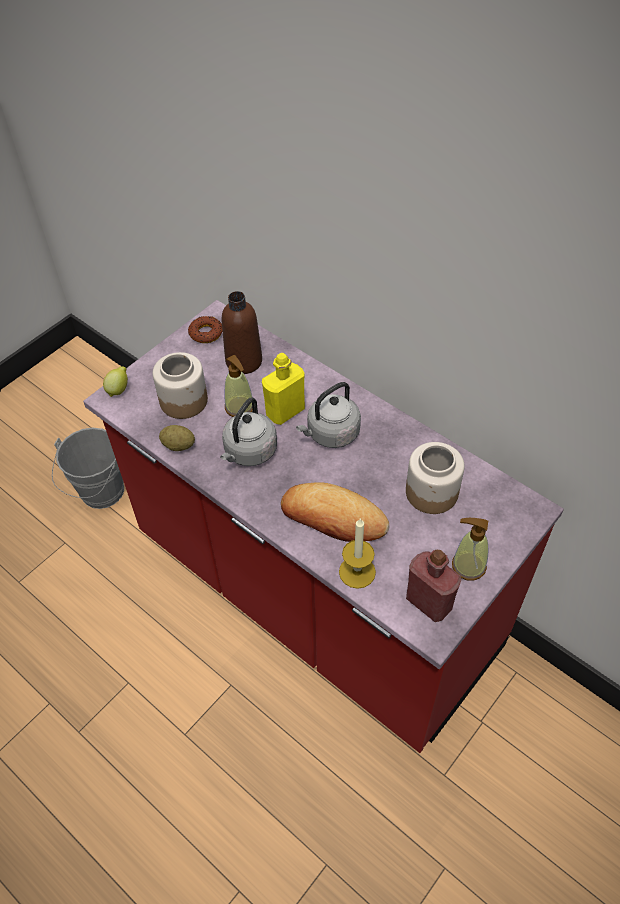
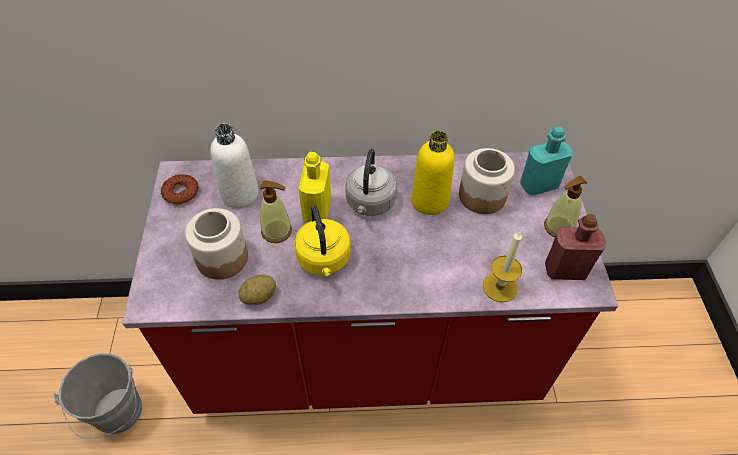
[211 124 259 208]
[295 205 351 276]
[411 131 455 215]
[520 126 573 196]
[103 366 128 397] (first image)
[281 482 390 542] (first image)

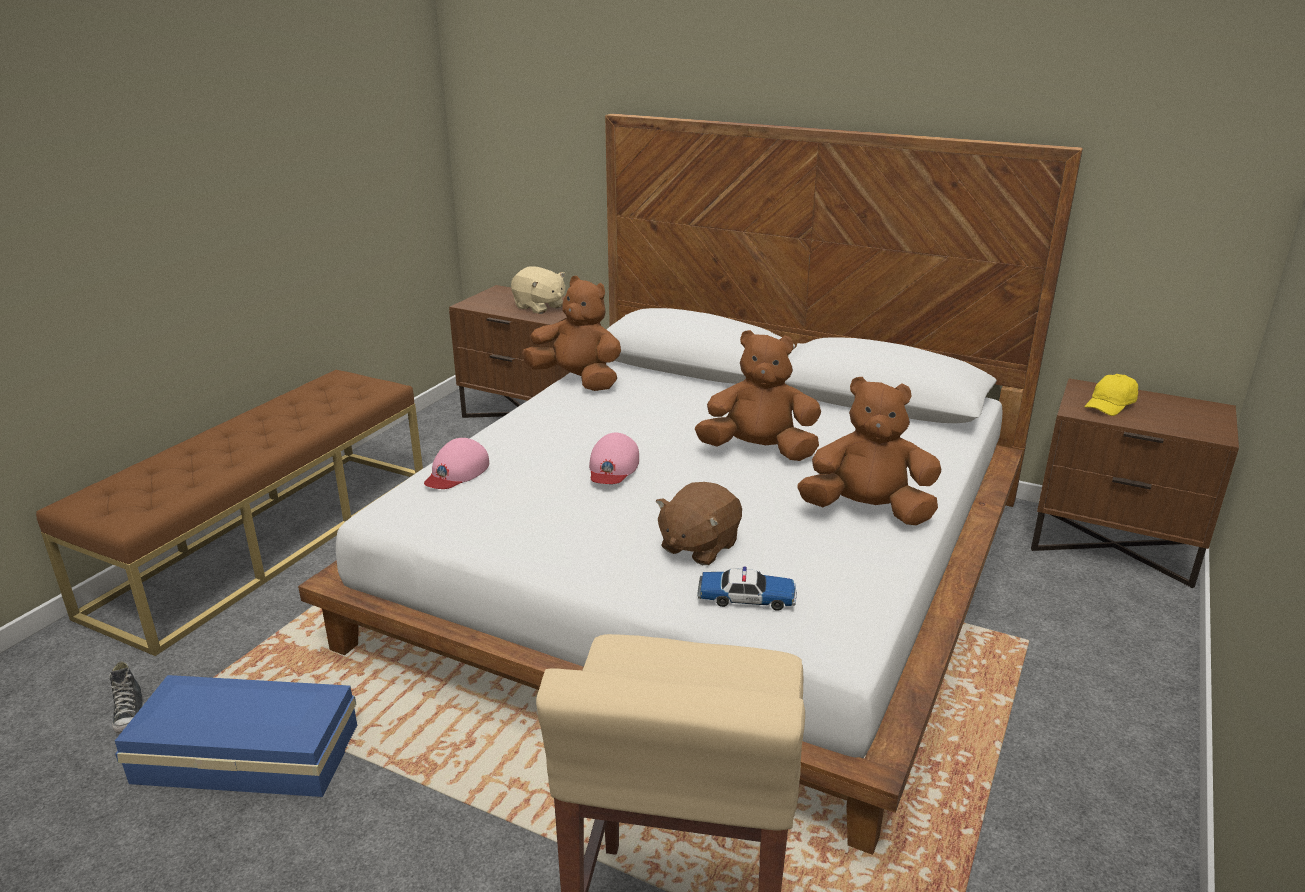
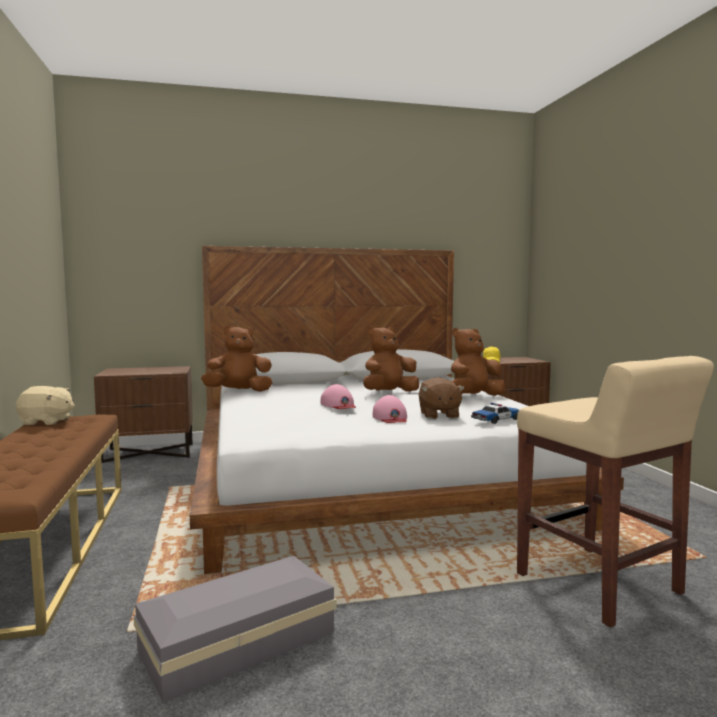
[16 386 75 425]
[133 556 336 703]
[373 395 407 423]
[109 661 144 734] (first image)

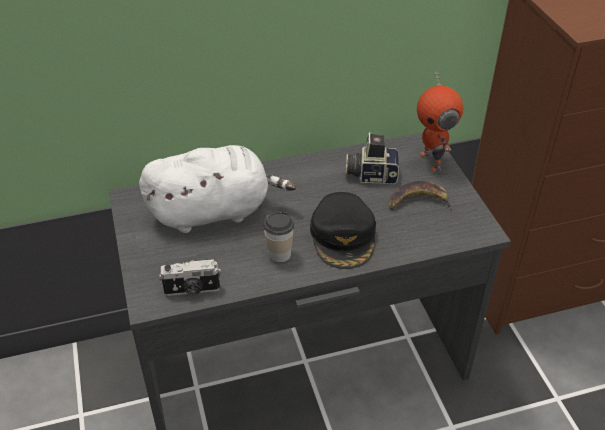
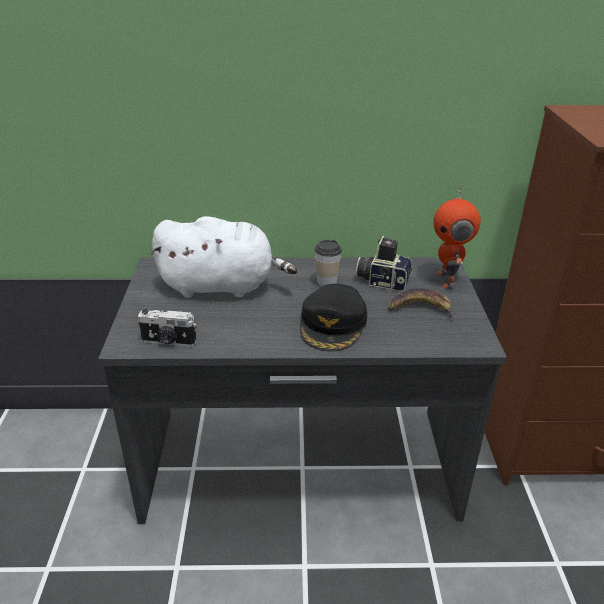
[315 240 342 286]

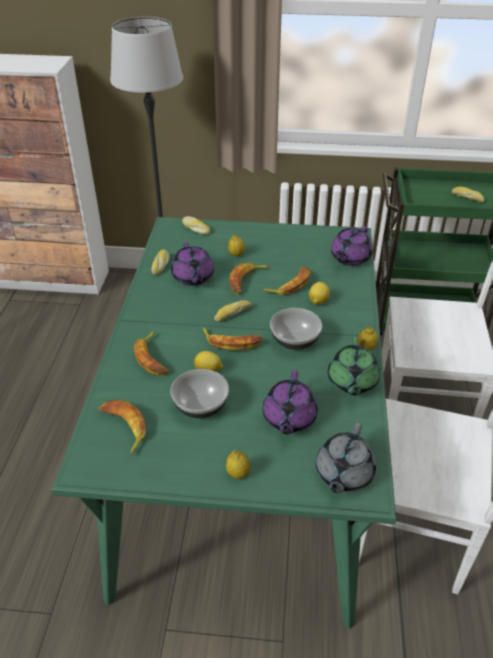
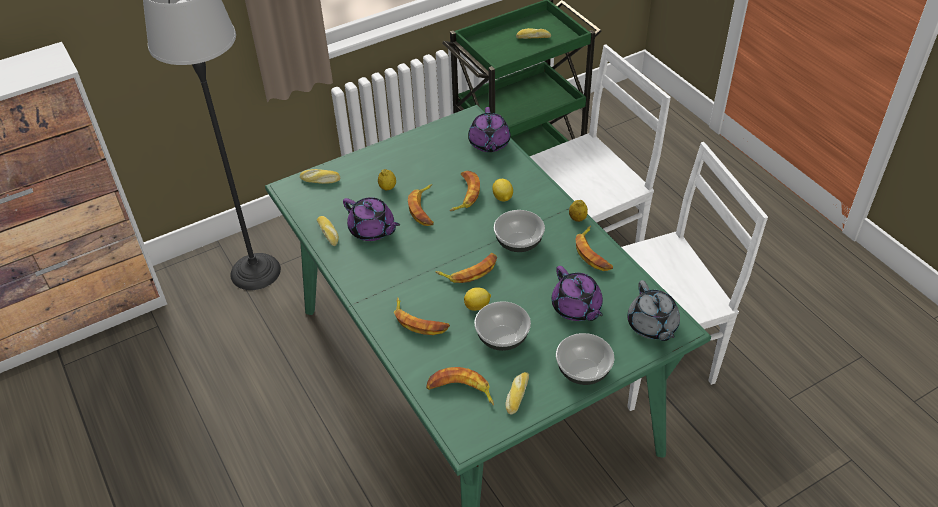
[505 372 529 414]
[556 333 614 385]
[575 226 613 271]

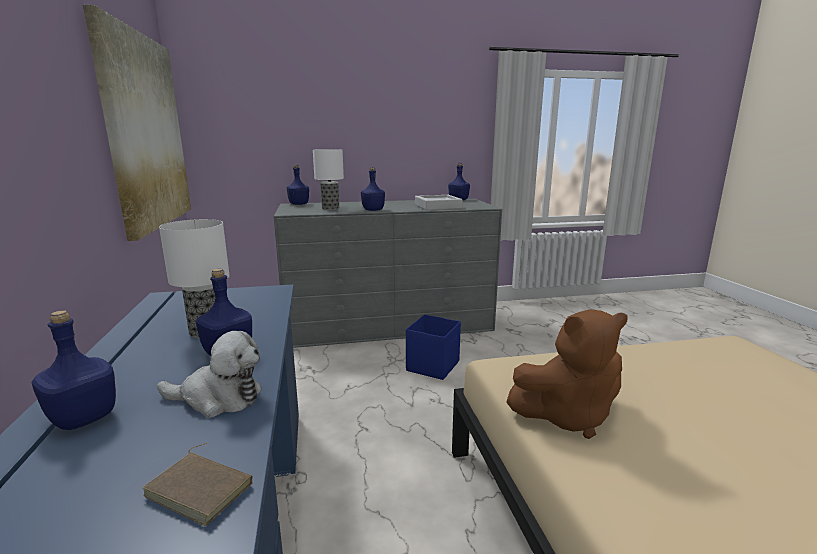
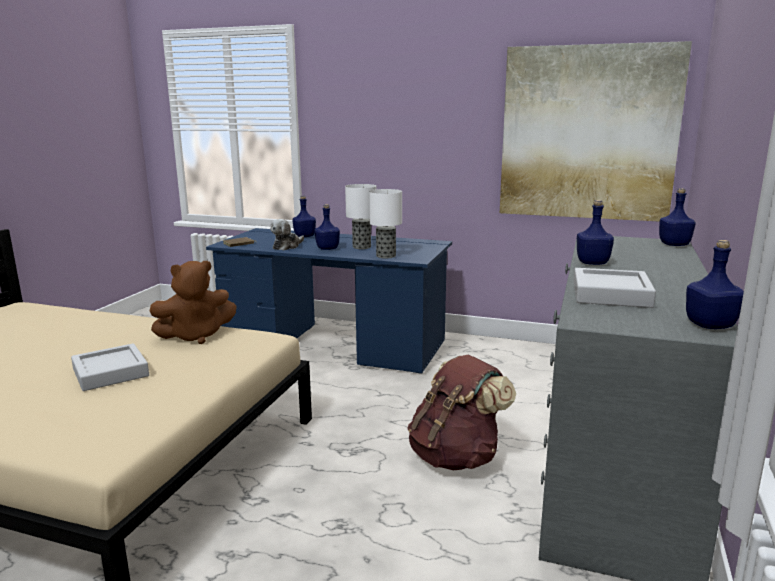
[71 343 149 391]
[150 261 237 344]
[369 189 402 258]
[407 355 516 470]

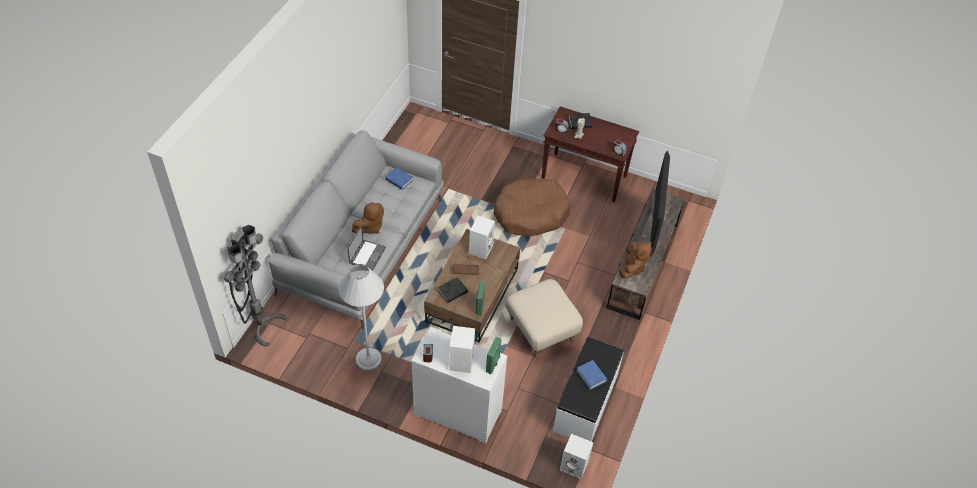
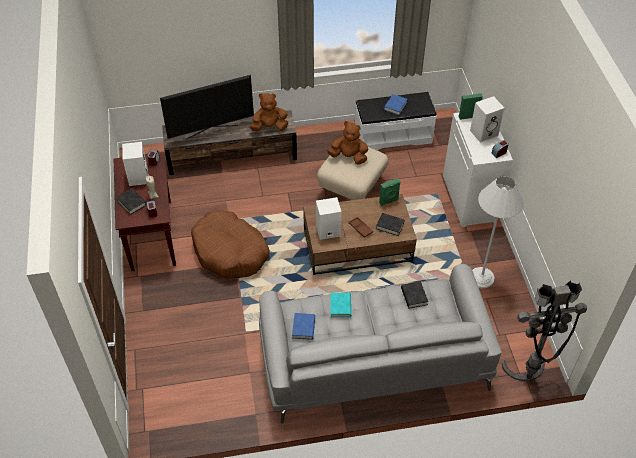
[122 142 148 186]
[327 121 368 164]
[330 293 351 318]
[401 281 428 308]

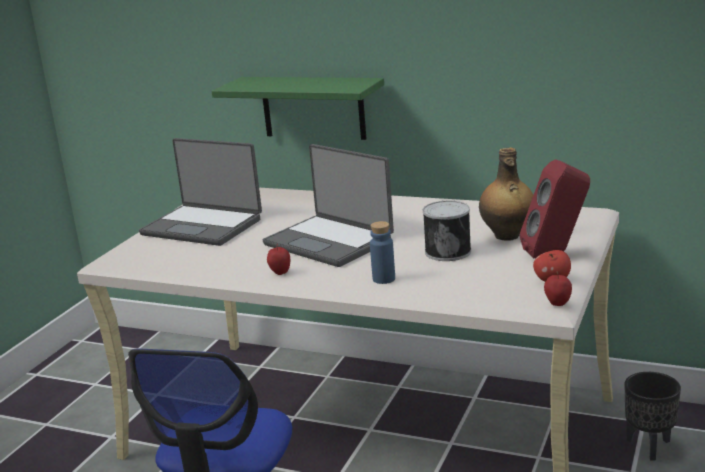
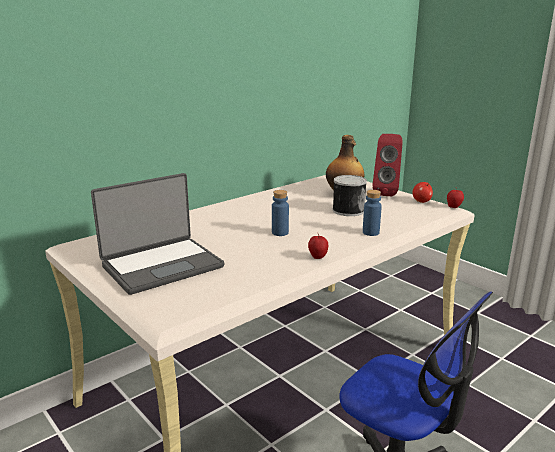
[272 190 289 236]
[212 77 384 140] (first image)
[625 372 681 461] (first image)

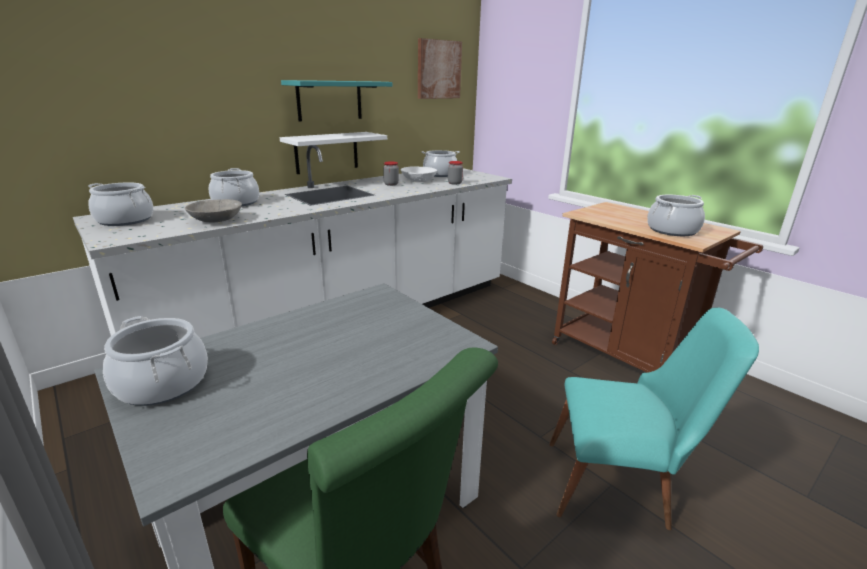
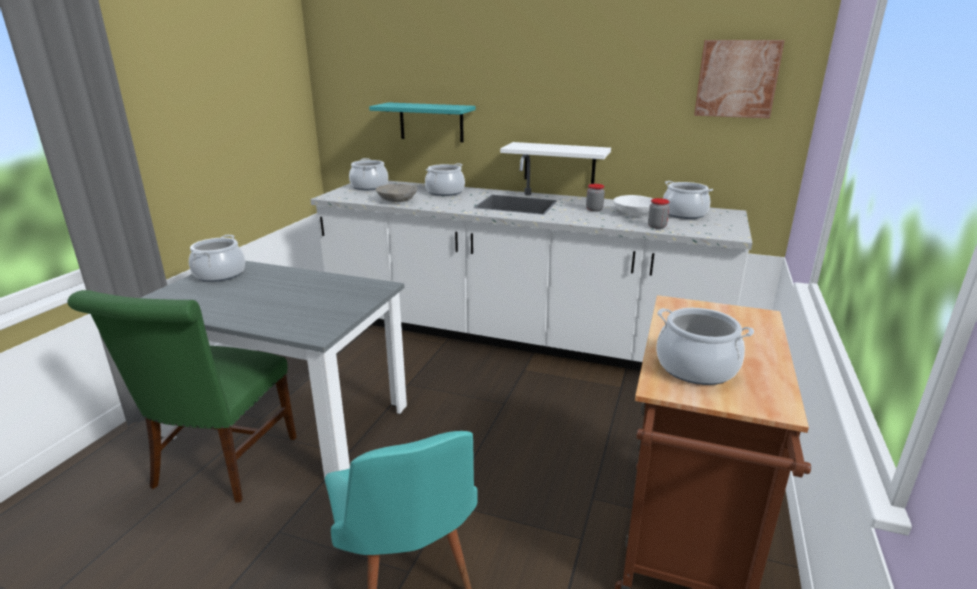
[369 102 476 142]

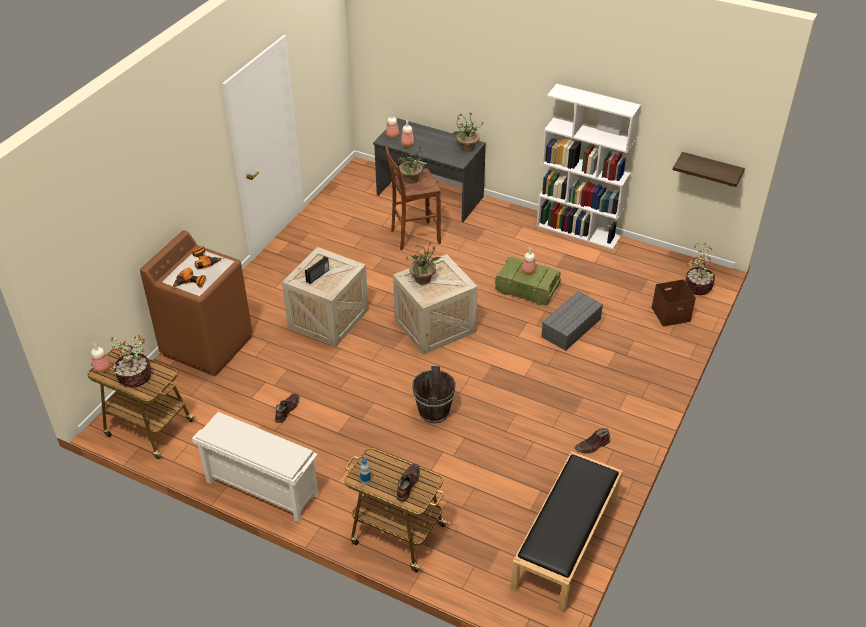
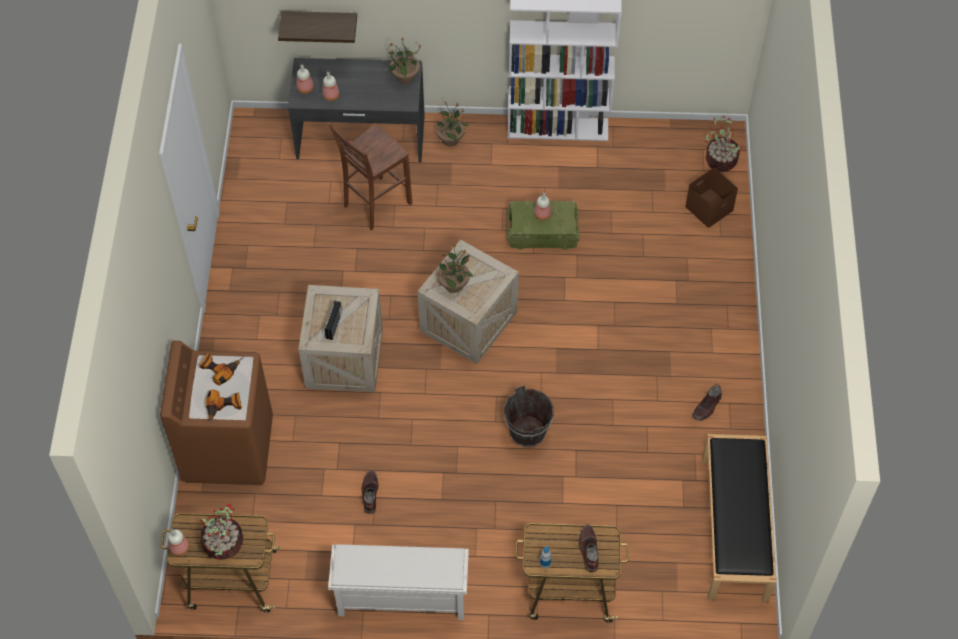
[278 11 357 43]
[436 101 469 146]
[541 291 603 351] (first image)

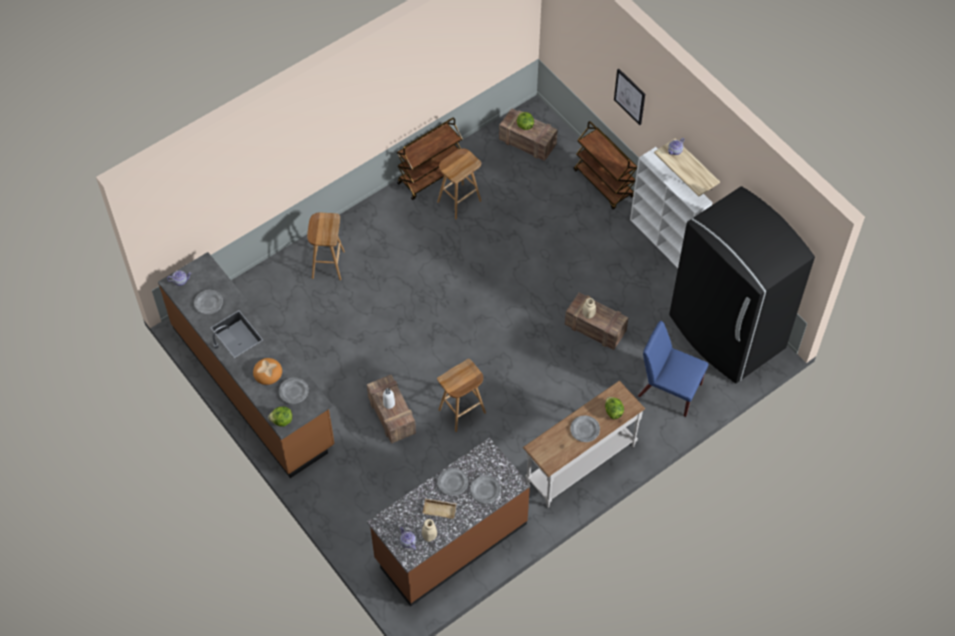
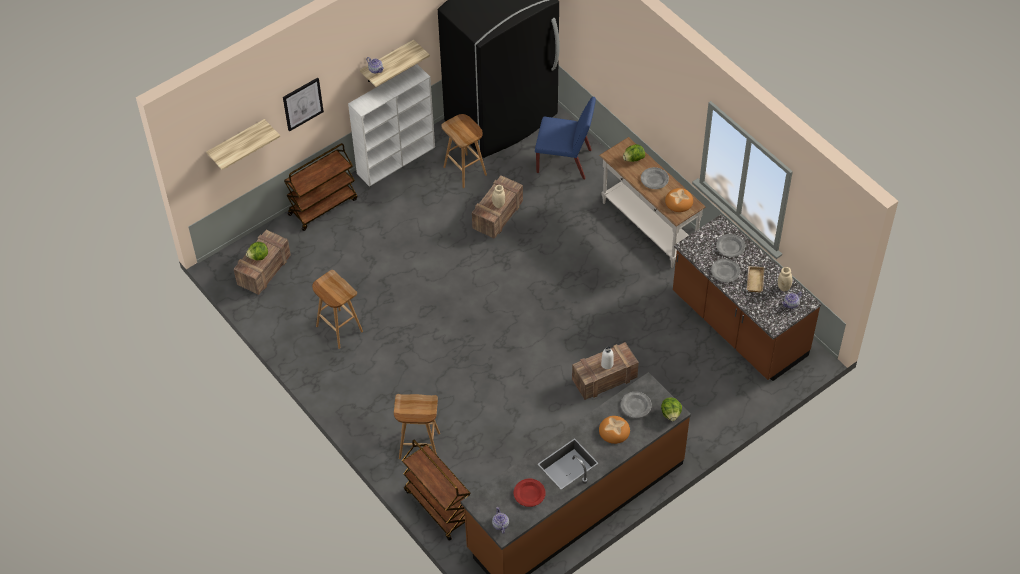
[206 119 280 170]
[402 440 471 541]
[441 114 487 188]
[514 479 546 507]
[535 97 596 179]
[665 188 693 212]

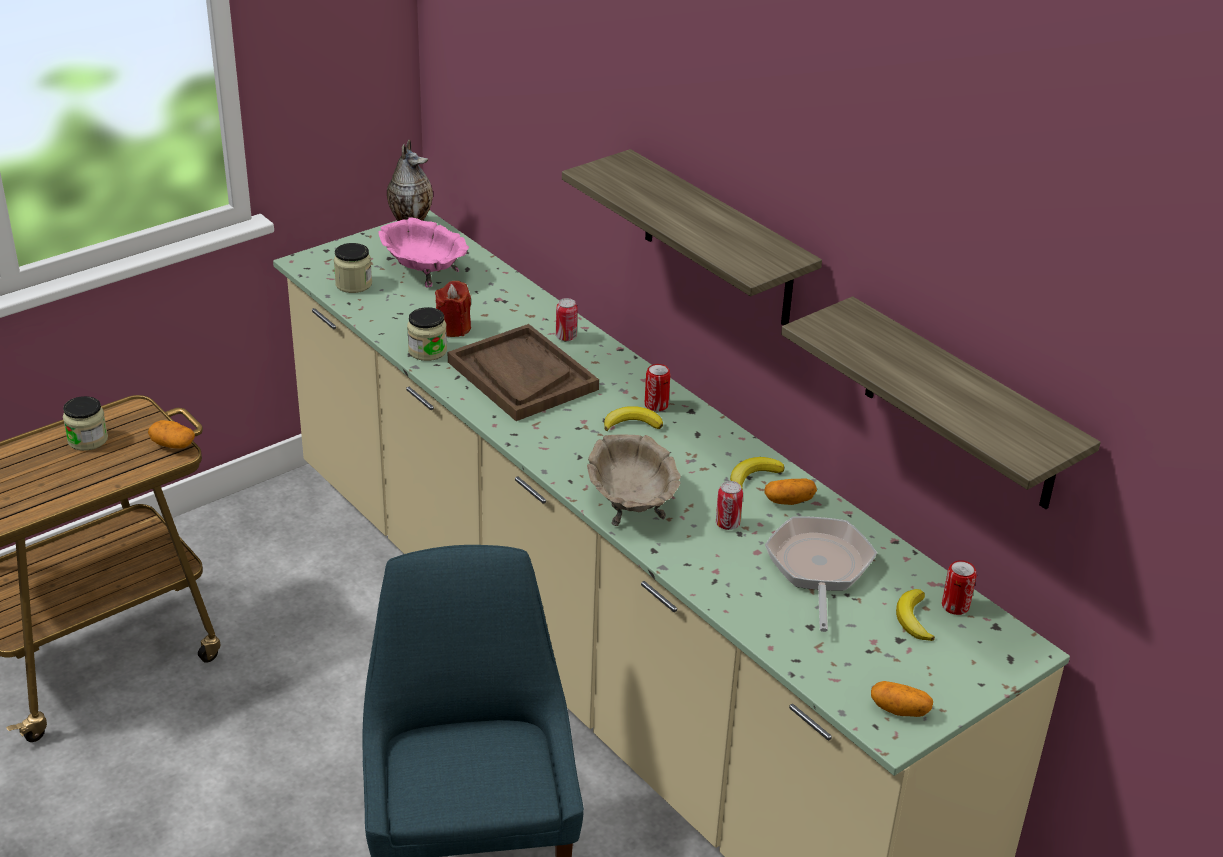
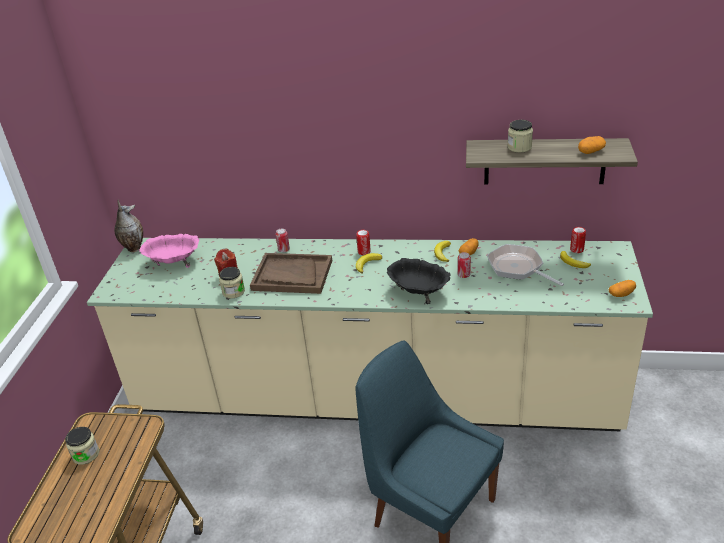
[387 258 451 304]
[507 120 533 153]
[578 136 606 154]
[562 149 822 325] (first image)

